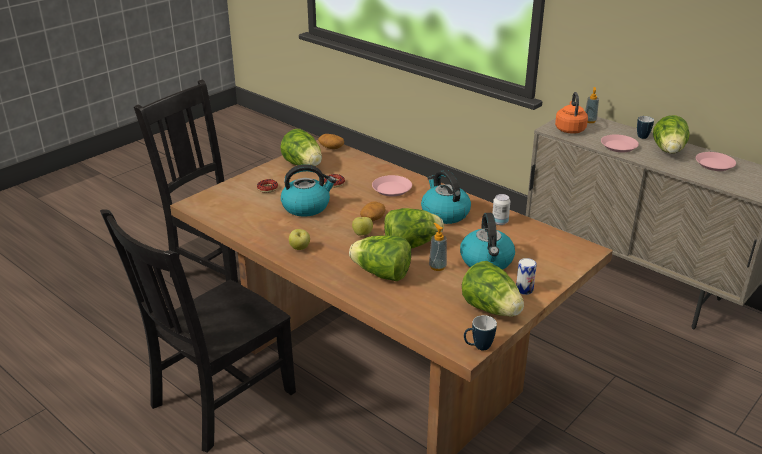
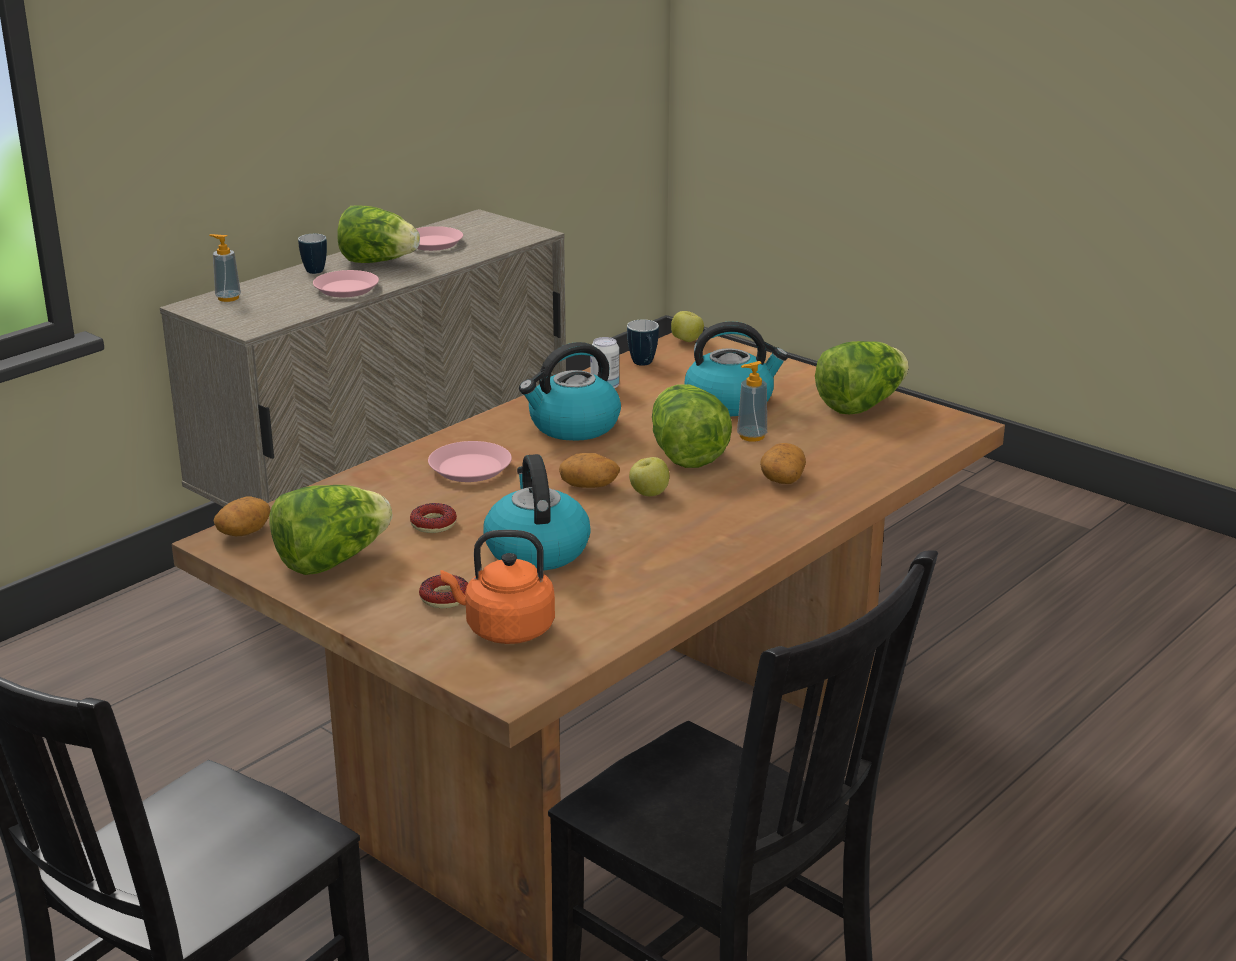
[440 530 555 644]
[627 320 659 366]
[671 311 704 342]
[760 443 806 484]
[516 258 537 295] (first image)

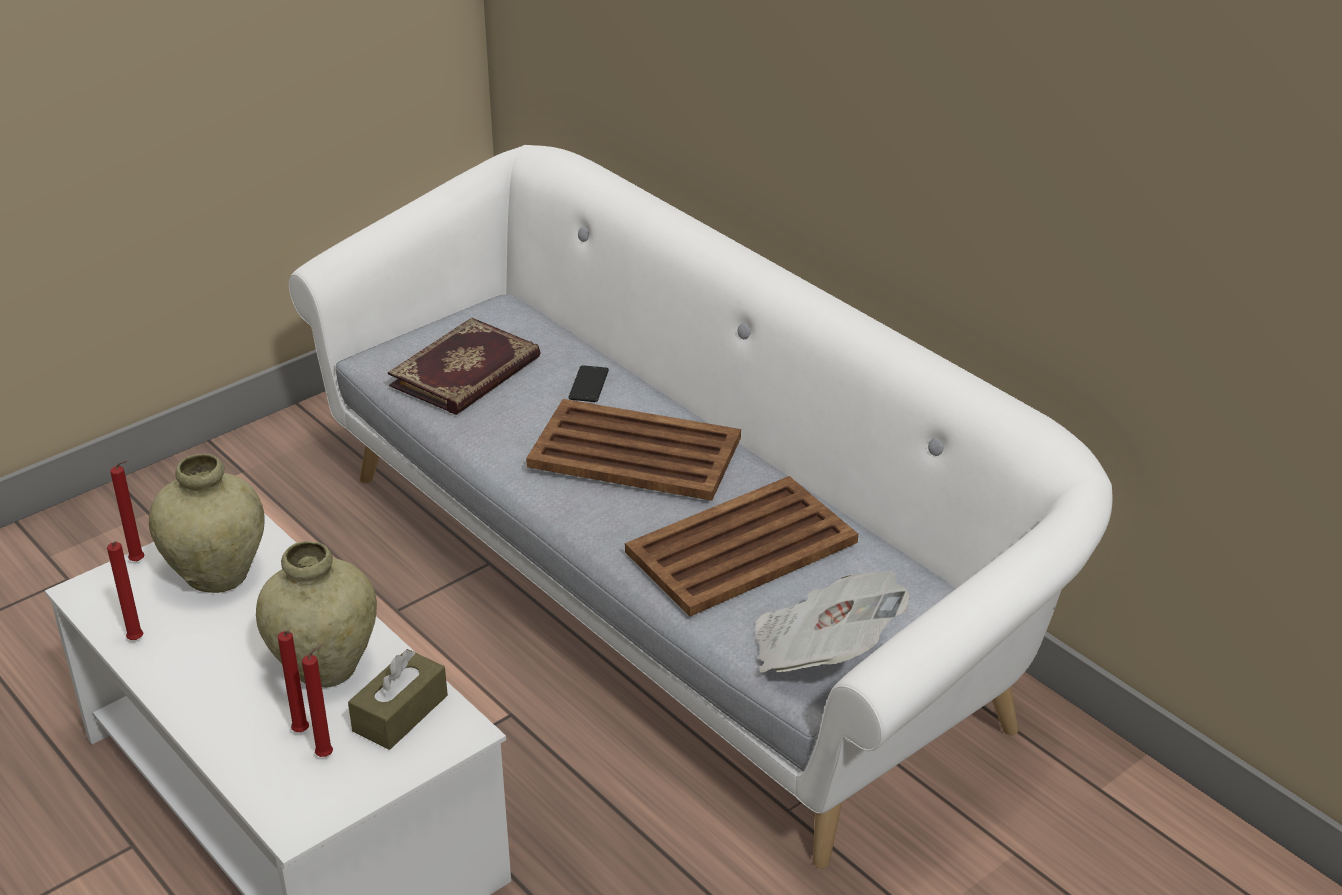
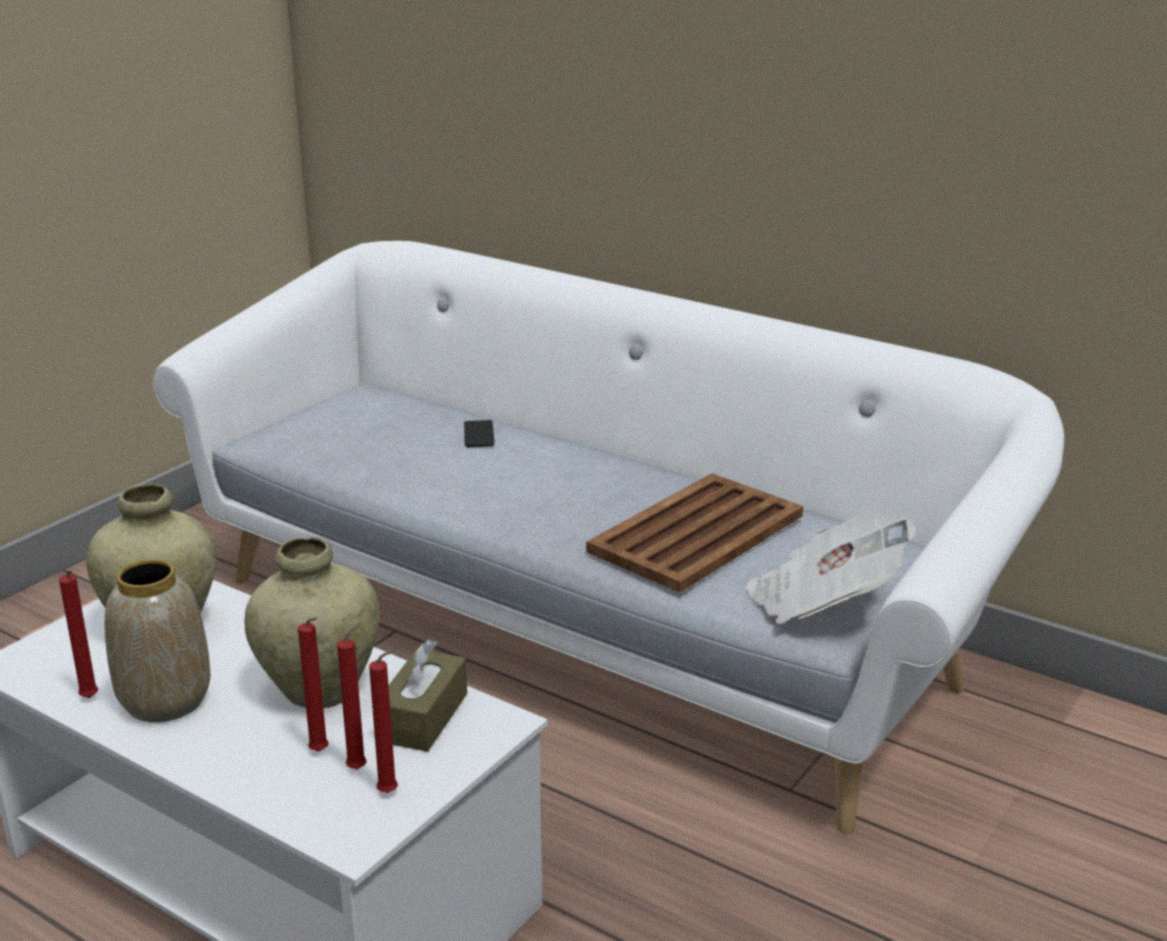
[105 559 210 722]
[369 649 398 793]
[388 317 541 415] (first image)
[526 399 741 501] (first image)

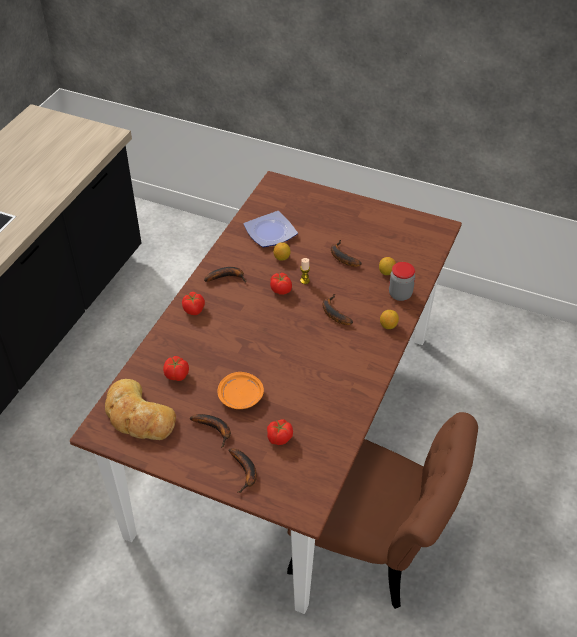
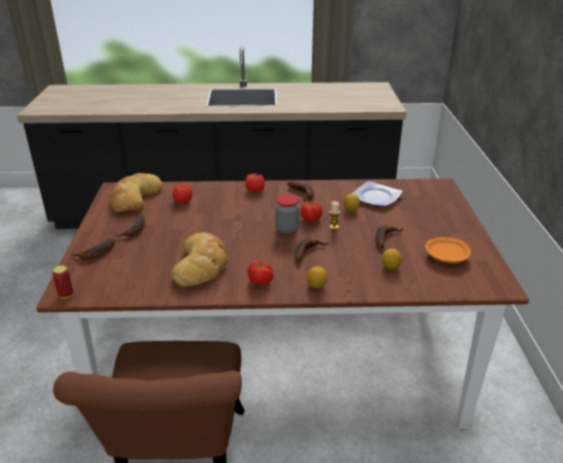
[53 265 74 299]
[171 232 228 287]
[248 261 273 285]
[275 194 300 234]
[425 237 471 263]

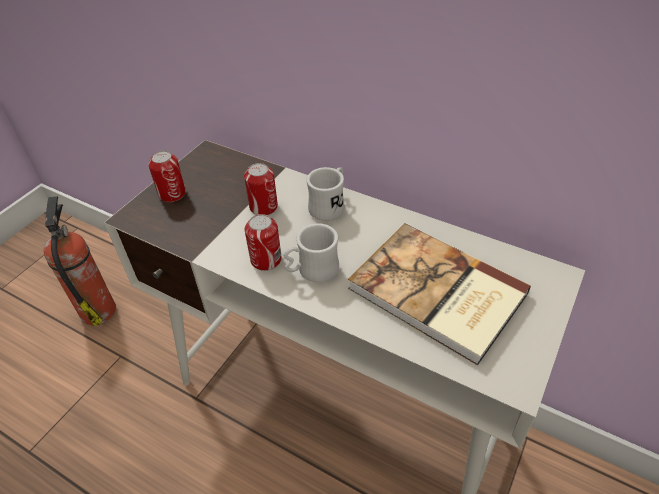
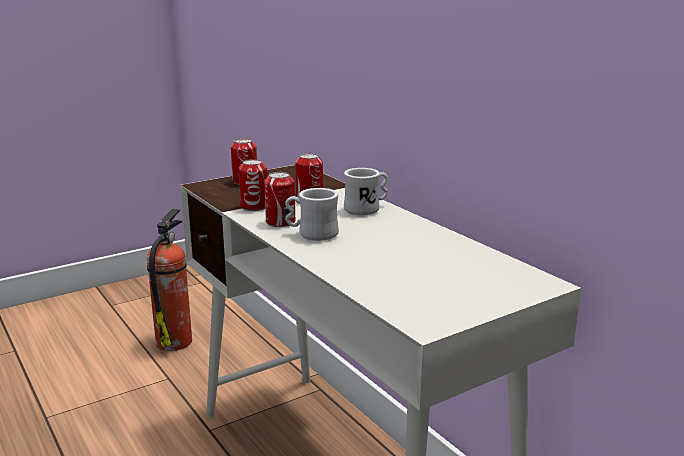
[239 159 267 211]
[348 223 531 365] (first image)

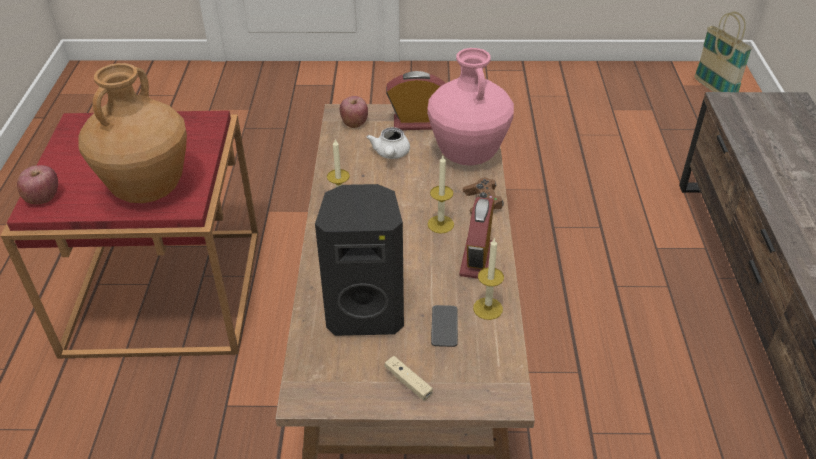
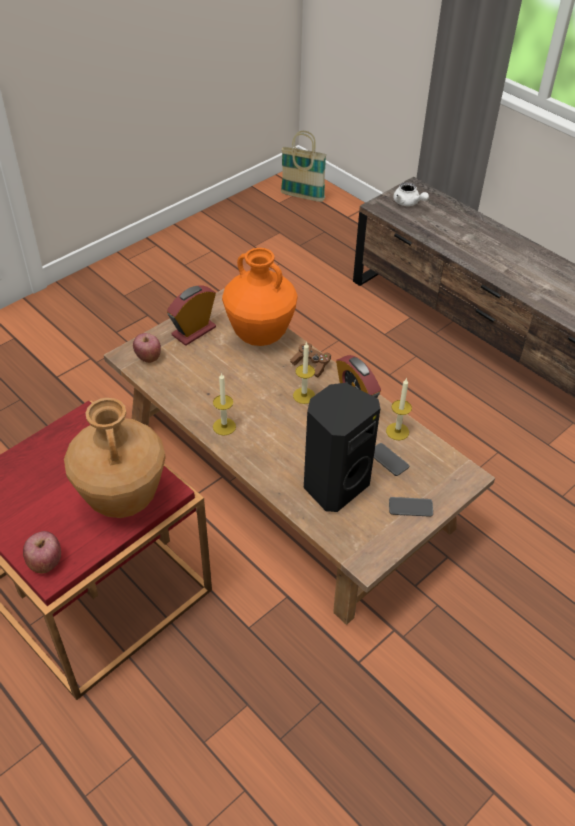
[222 248 297 346]
[389 497 433 517]
[393 182 429 206]

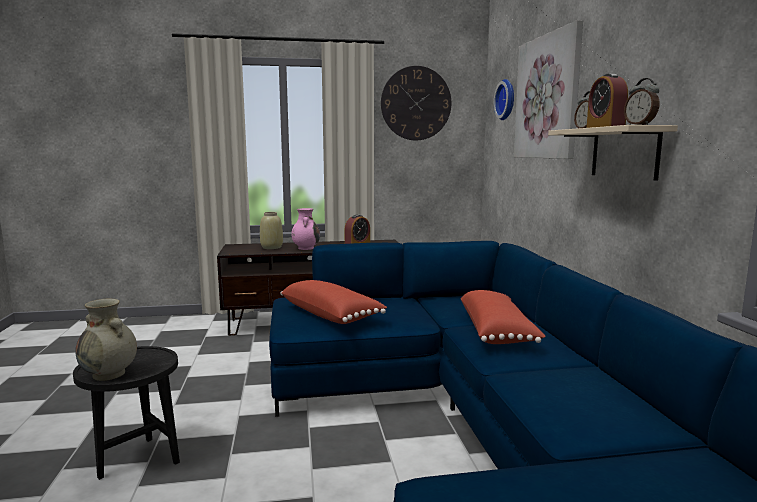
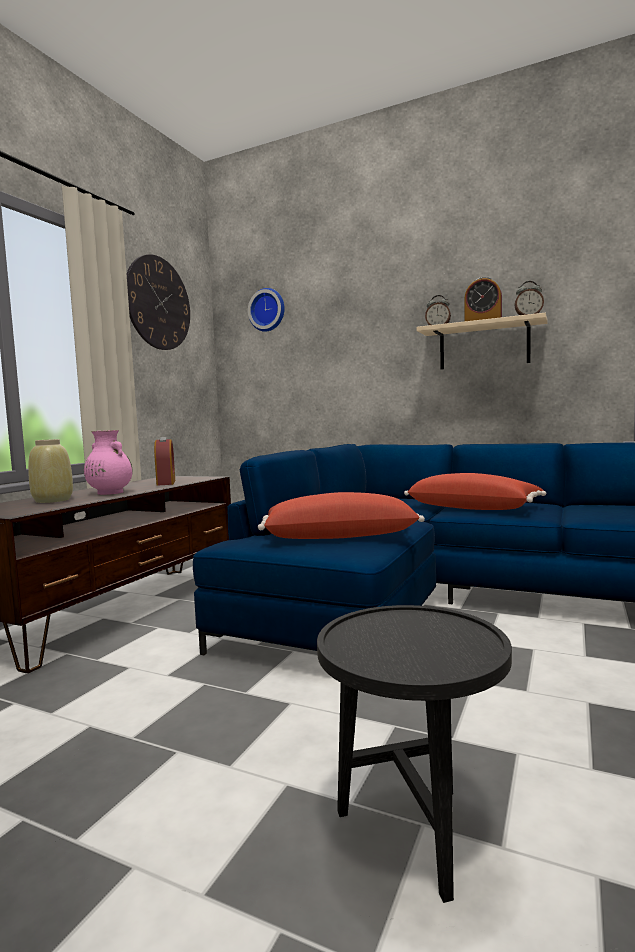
[75 299 137 381] (first image)
[514 20 583 159] (first image)

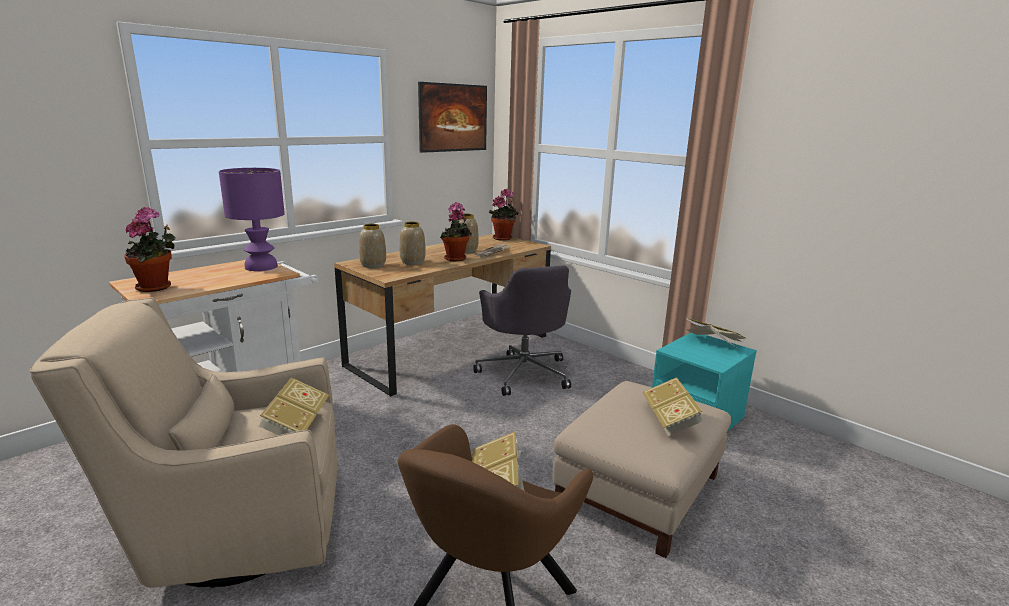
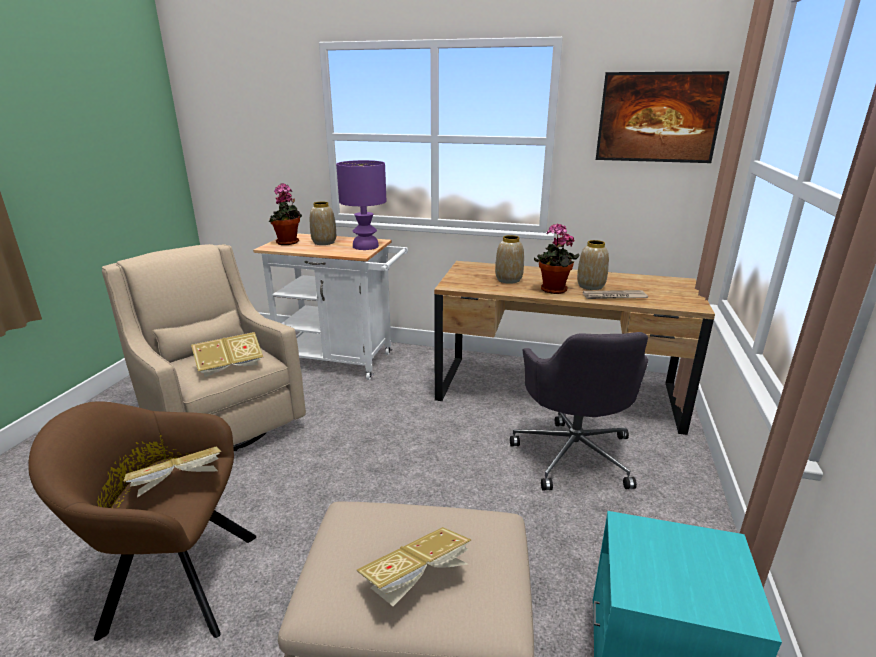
[310 202 336 245]
[510 332 648 490]
[489 189 519 240] (first image)
[685 317 747 347] (first image)

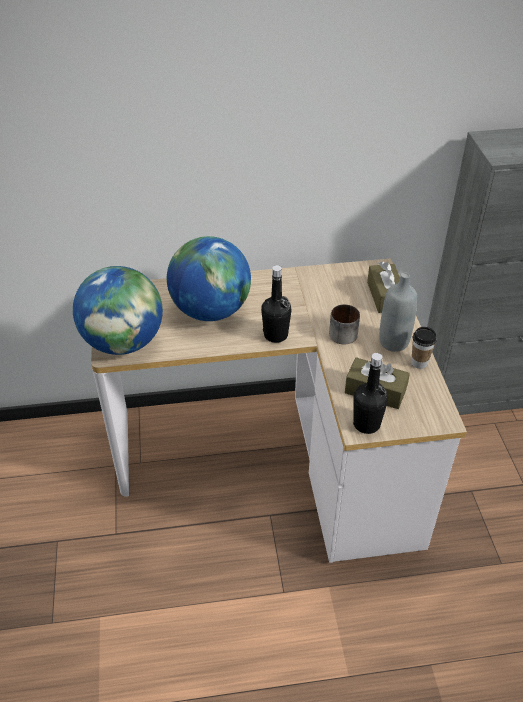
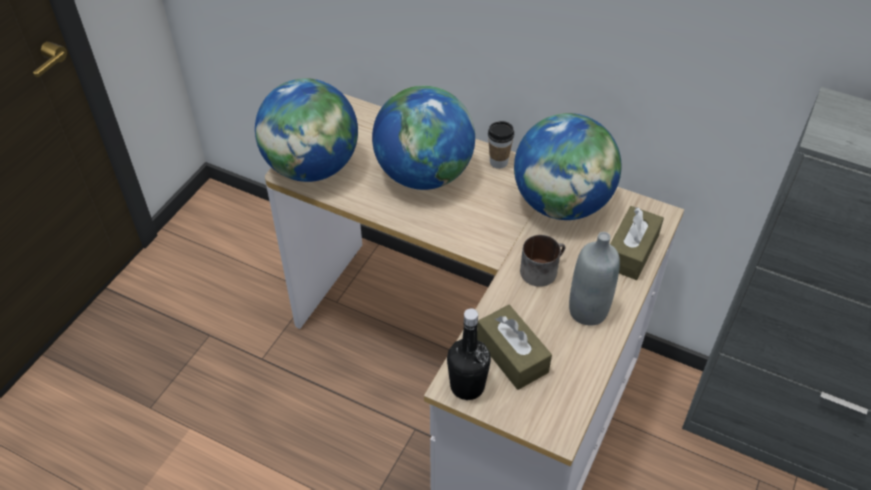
[488 121 514 169]
[514 113 622 220]
[261 265 292 343] (first image)

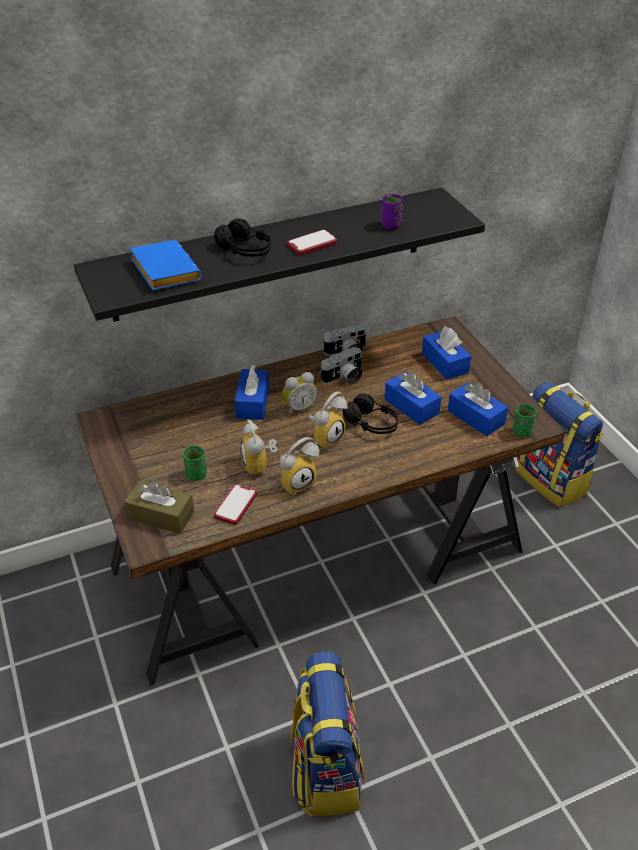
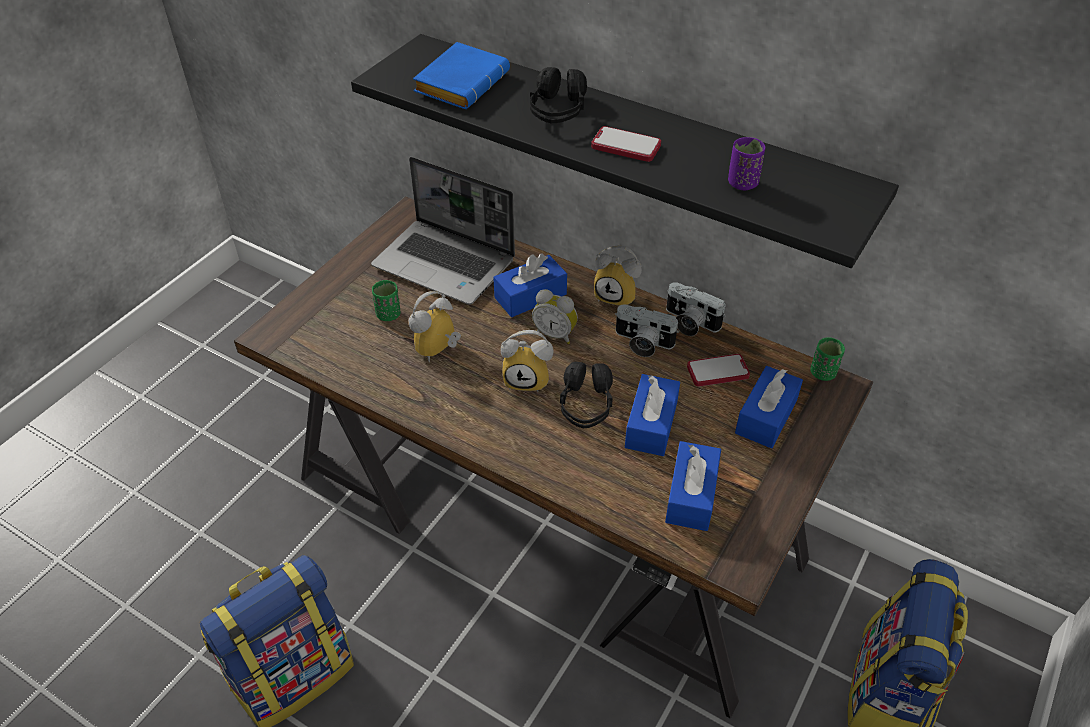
[371 157 515 305]
[594 246 642 305]
[687 354 750 387]
[810 337 845 381]
[124 481 194 534] (first image)

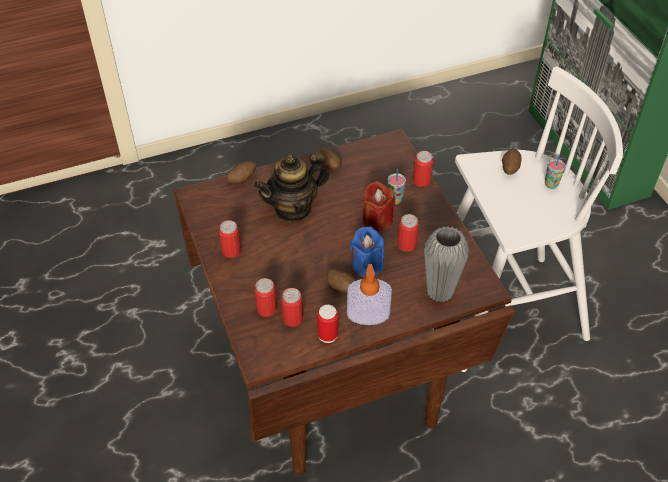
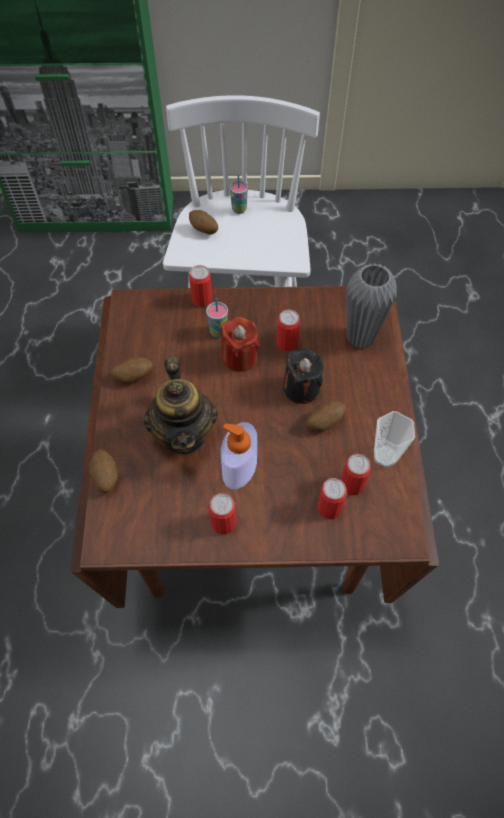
[221 422 257 489]
[283 349 323 404]
[374 411 415 467]

